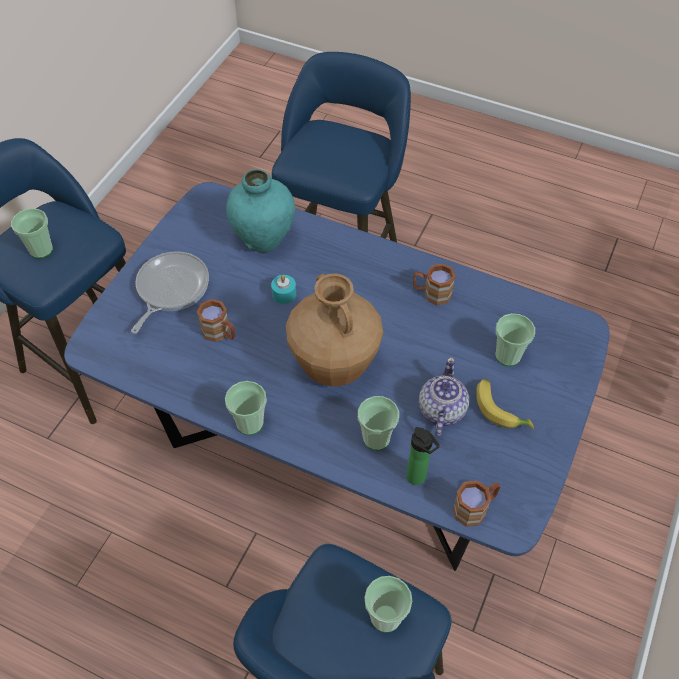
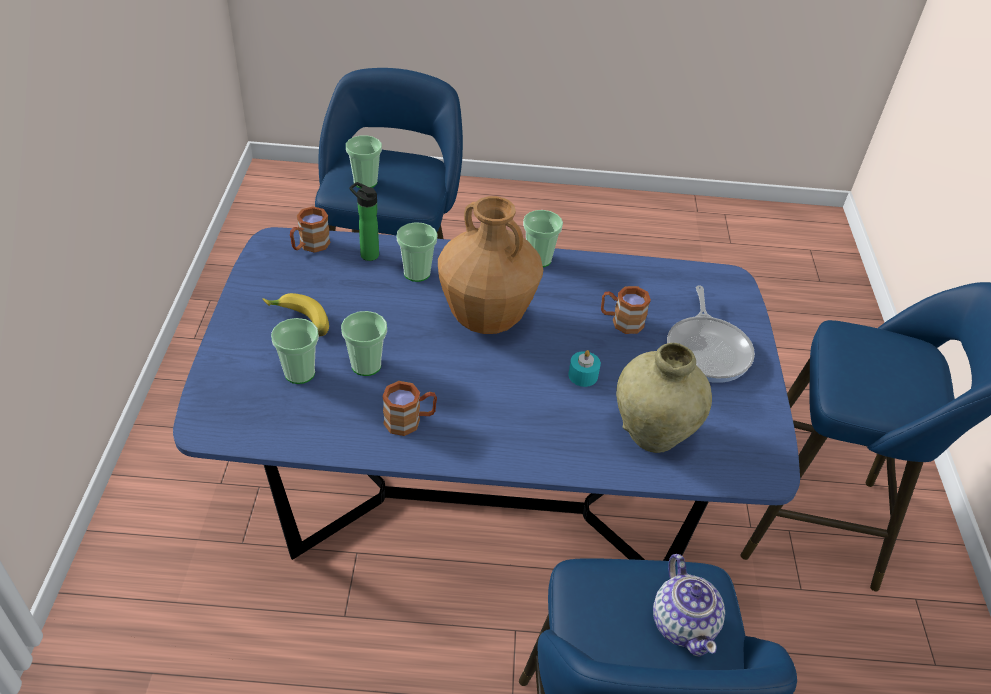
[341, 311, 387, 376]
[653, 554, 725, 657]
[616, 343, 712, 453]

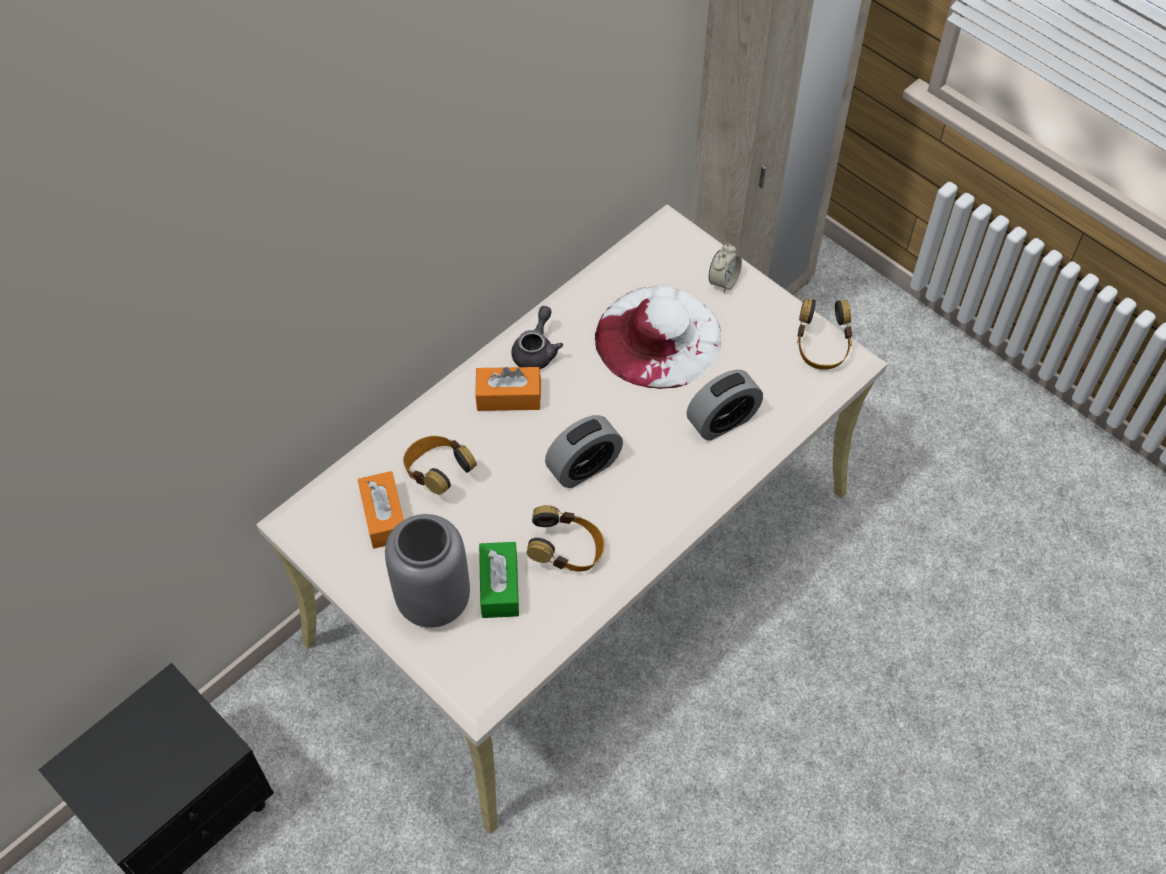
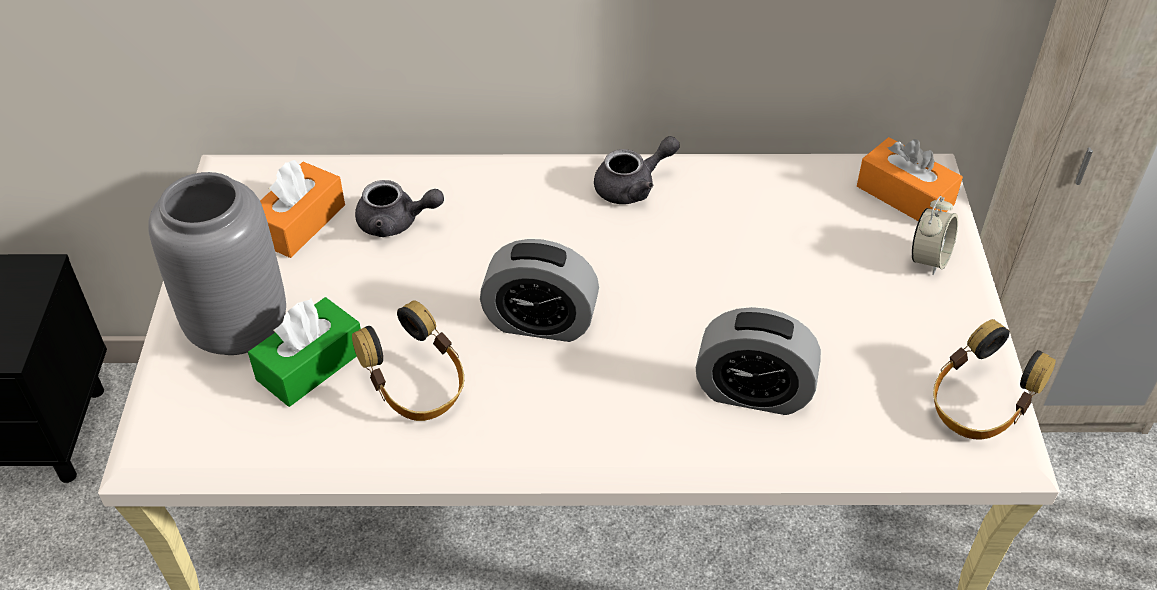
[595, 286, 721, 389] (first image)
[857, 137, 963, 221]
[355, 180, 444, 237]
[912, 196, 958, 275]

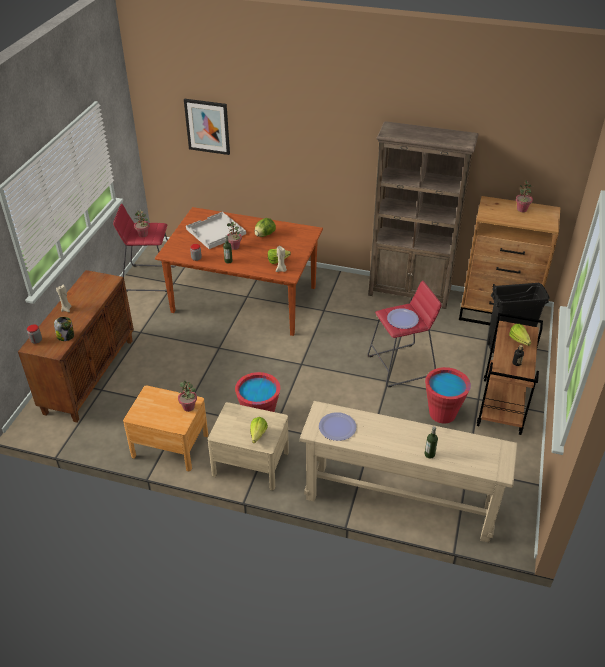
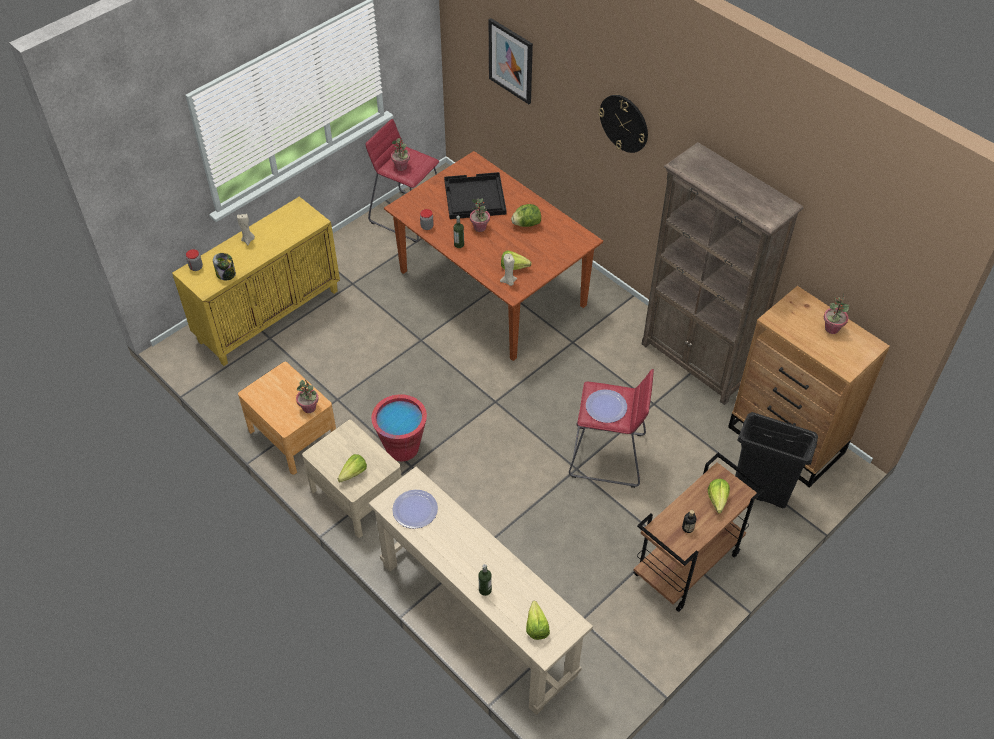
[425, 367, 471, 424] (first image)
[526, 601, 550, 640]
[599, 95, 648, 153]
[172, 197, 340, 366]
[444, 172, 506, 219]

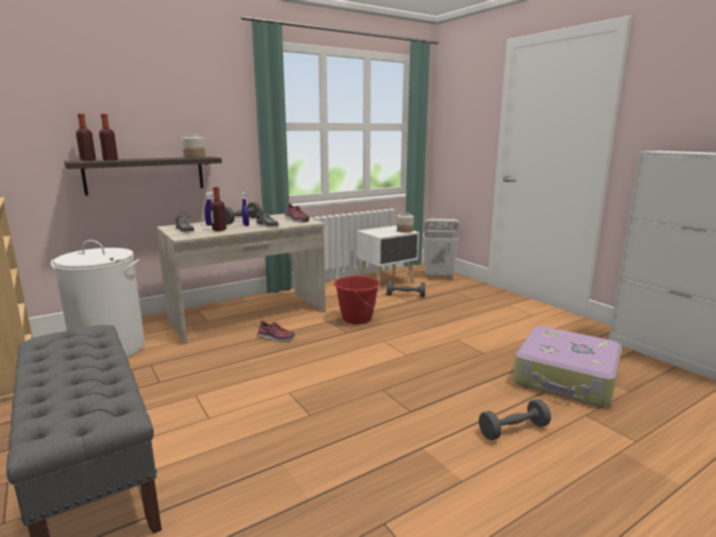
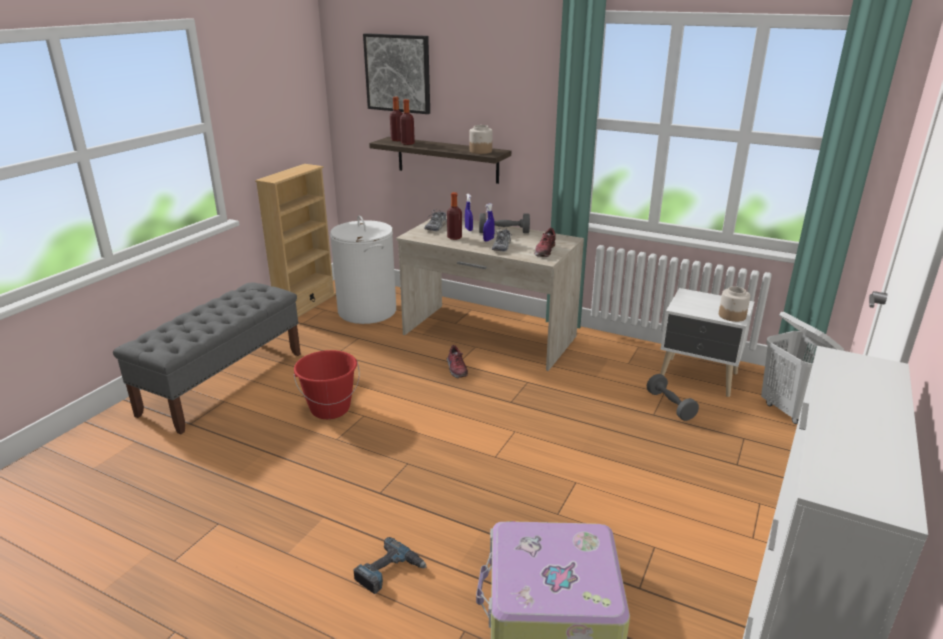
[363, 33, 430, 114]
[294, 350, 360, 419]
[354, 537, 427, 594]

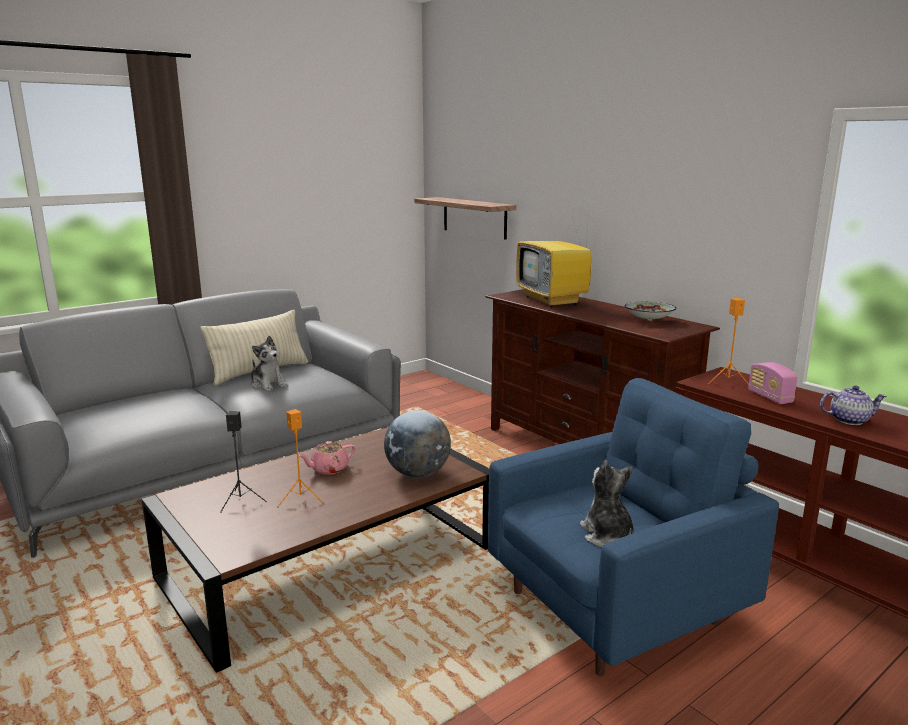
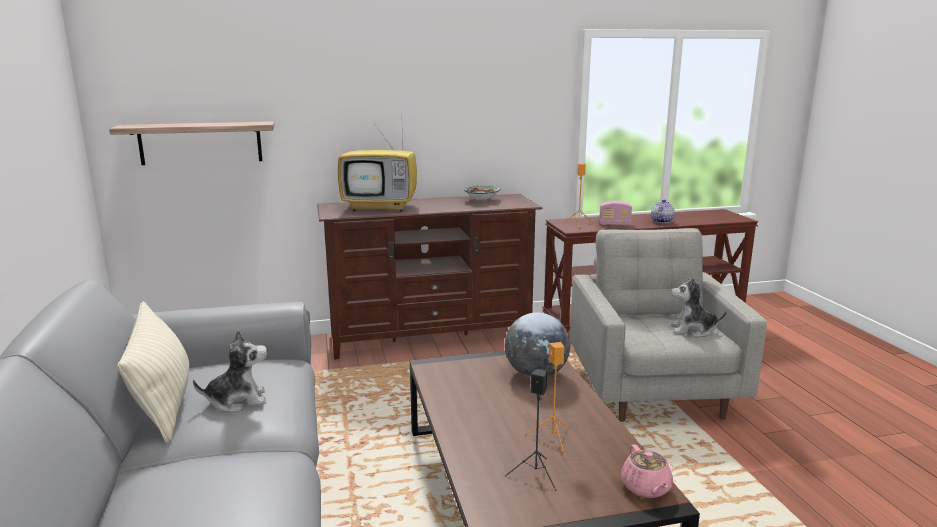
[621, 444, 673, 498]
[570, 228, 767, 422]

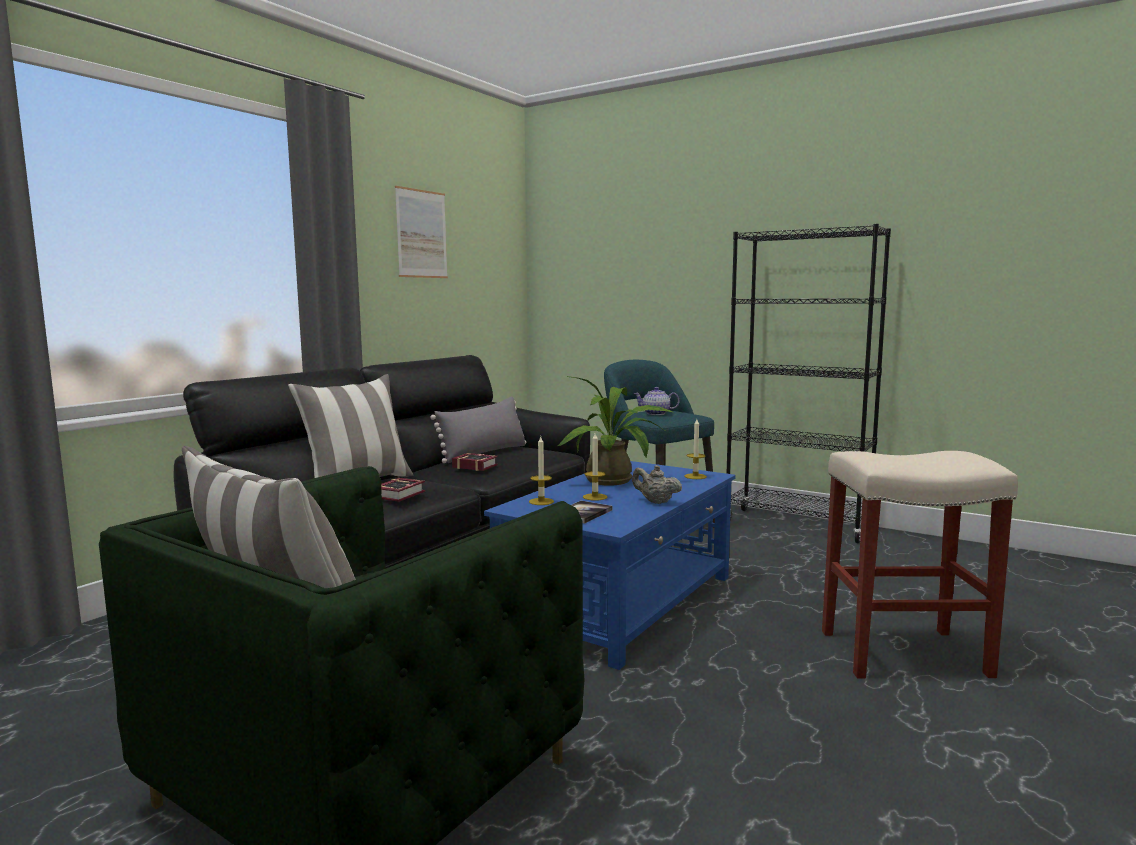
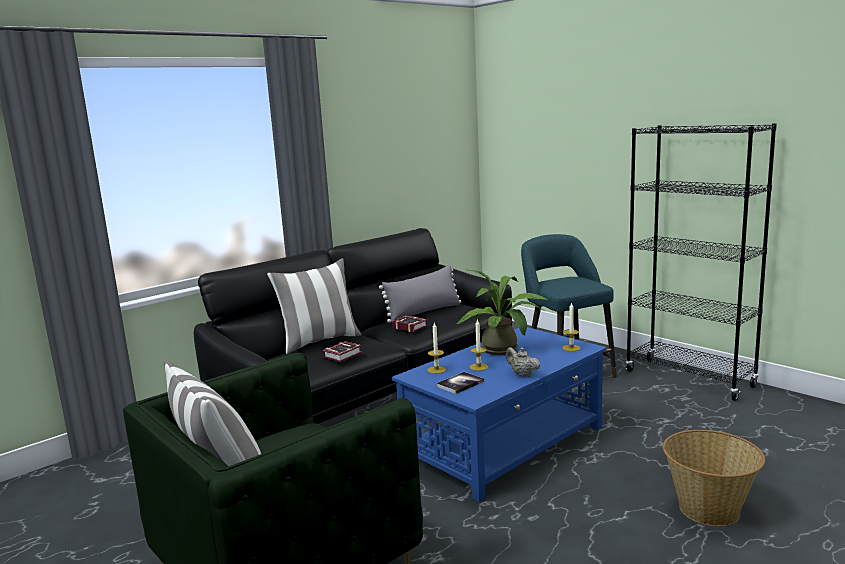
[395, 186, 448, 278] (first image)
[634, 387, 679, 415] (first image)
[663, 430, 765, 526]

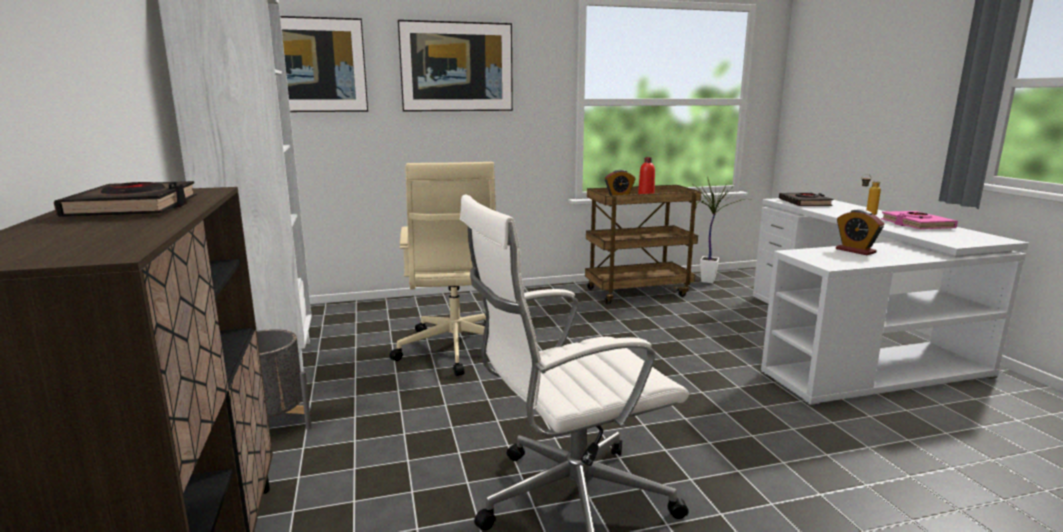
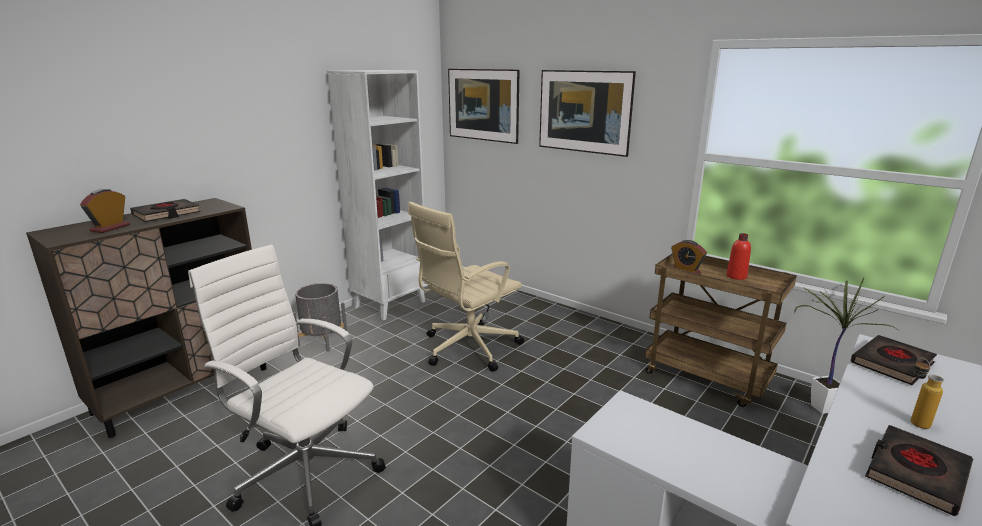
[80, 189, 130, 233]
[865, 425, 973, 516]

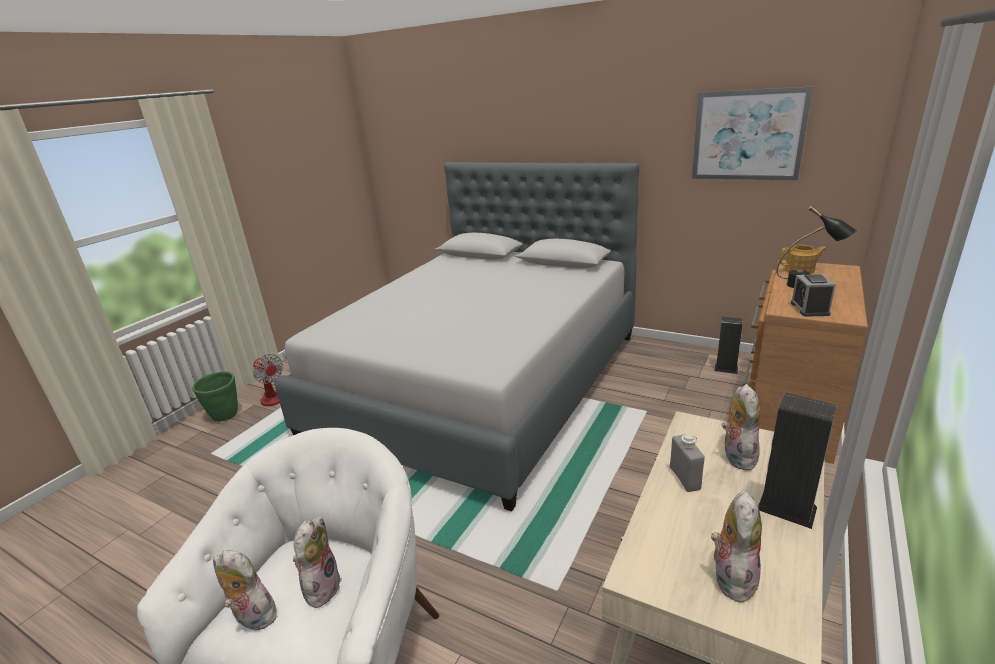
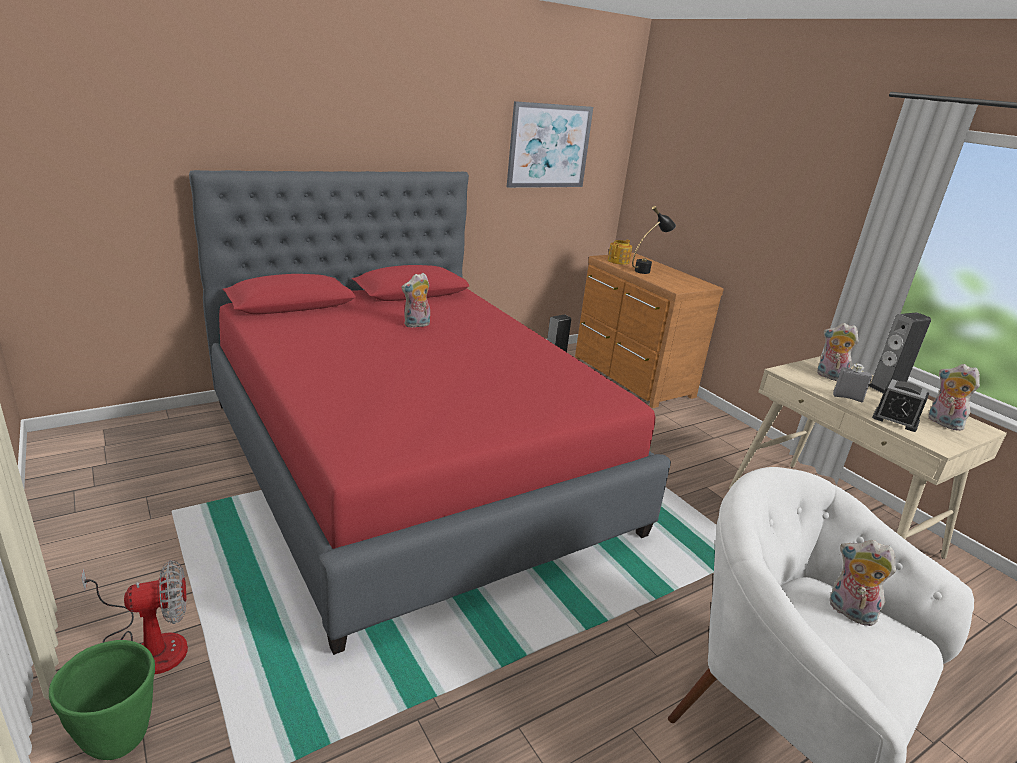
[401, 273, 430, 328]
[872, 379, 929, 432]
[189, 170, 671, 655]

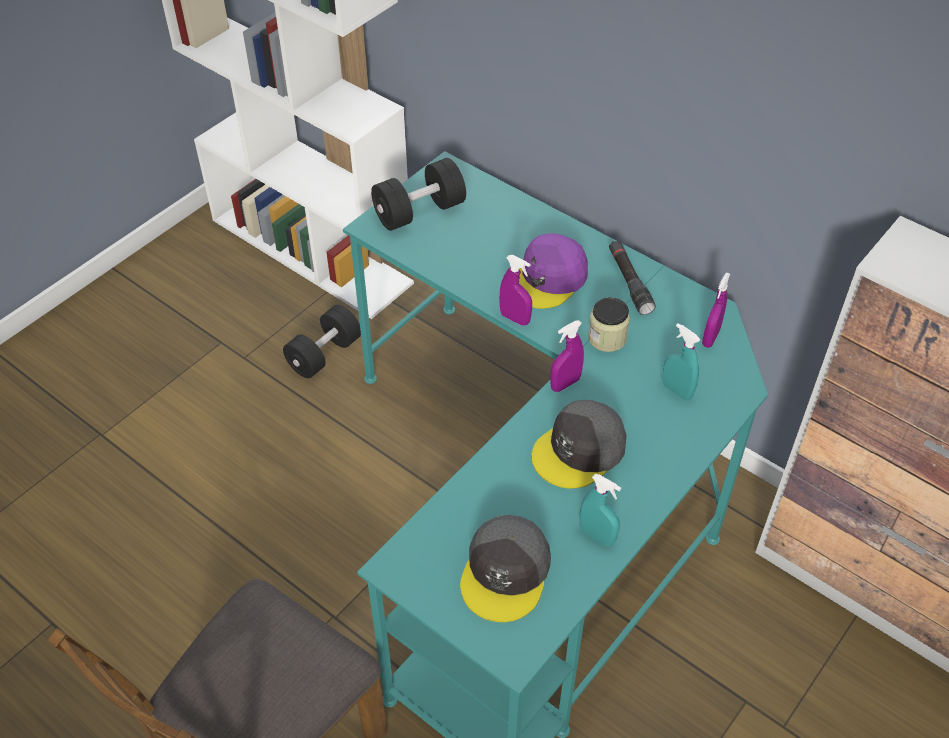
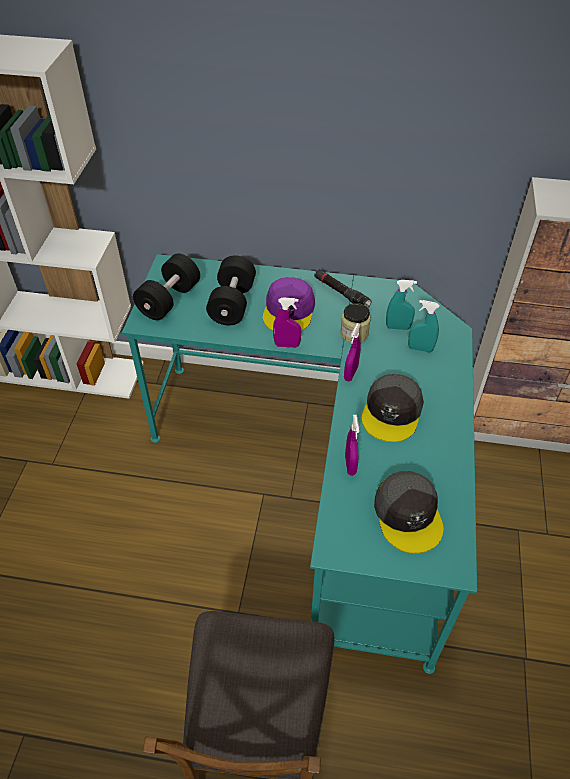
[206, 255, 256, 325]
[386, 280, 417, 330]
[345, 415, 359, 476]

